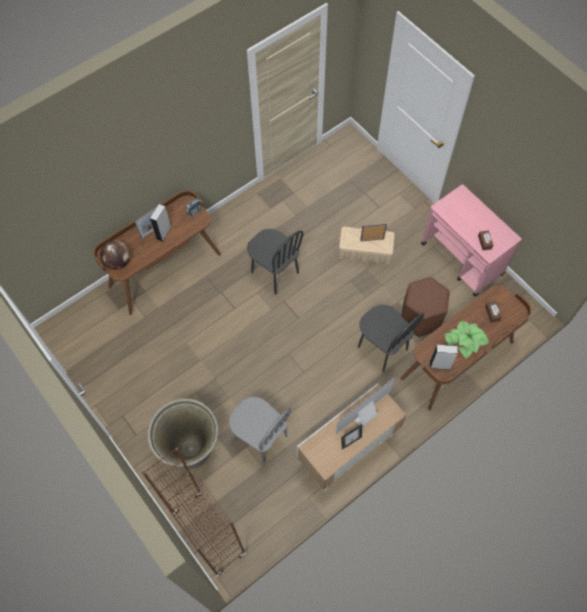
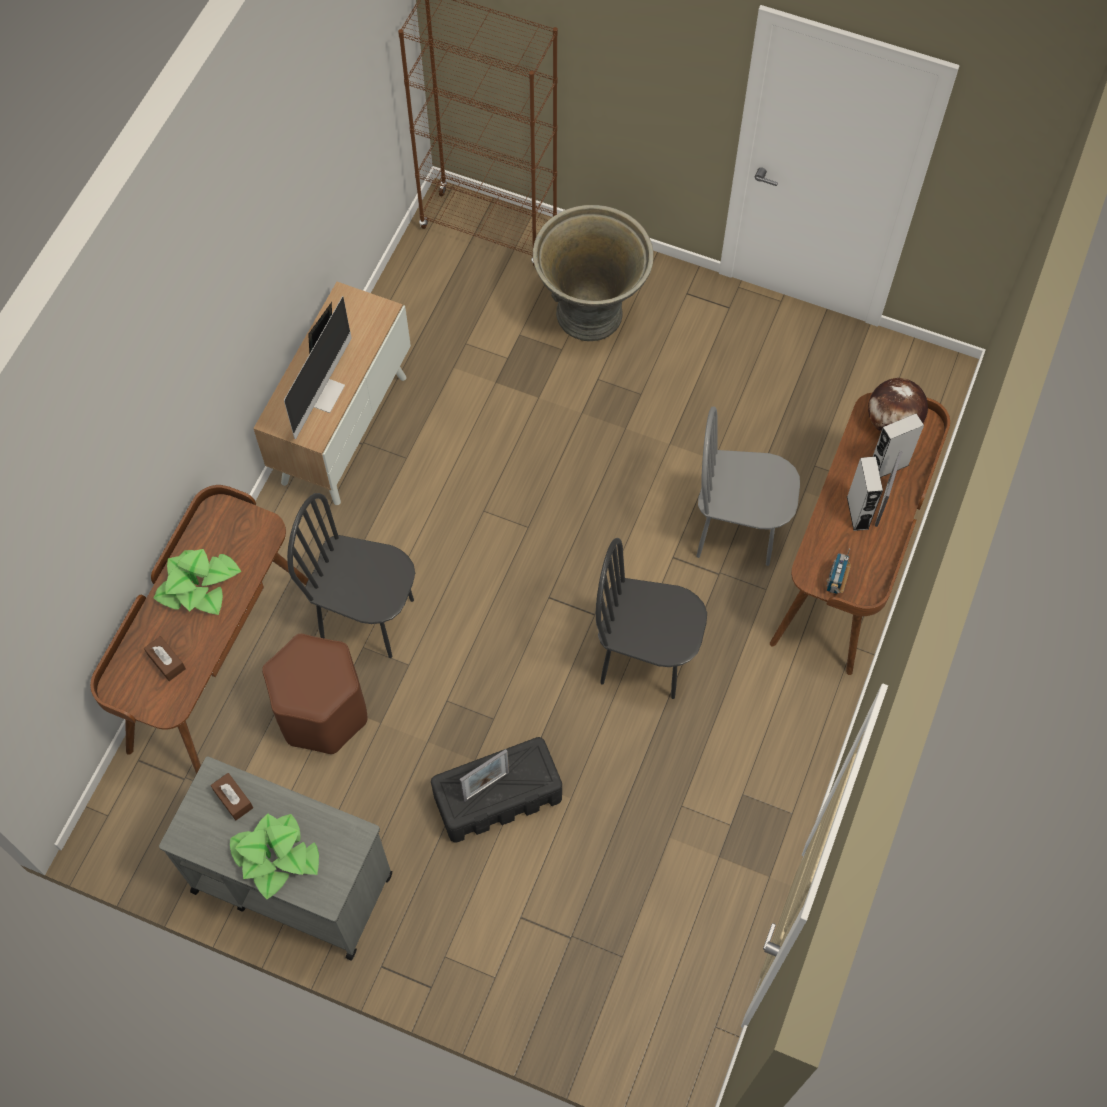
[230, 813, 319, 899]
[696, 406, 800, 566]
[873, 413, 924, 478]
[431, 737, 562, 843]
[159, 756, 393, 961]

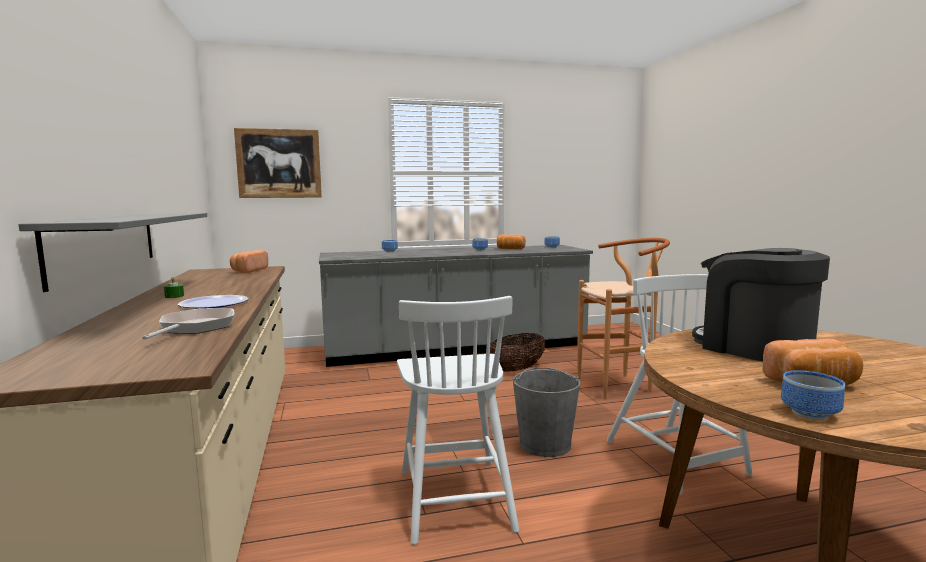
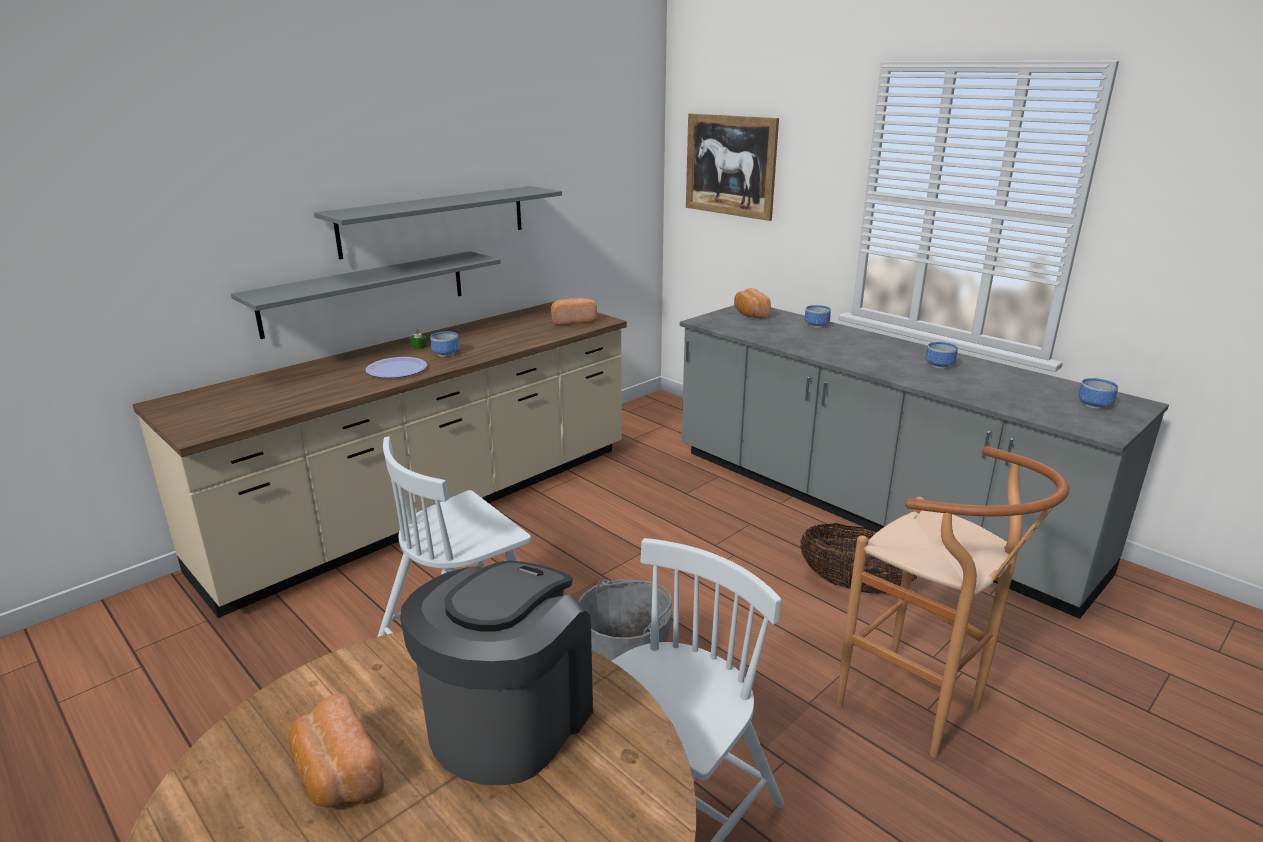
[142, 308, 235, 340] (first image)
[314, 186, 562, 259]
[734, 288, 771, 319]
[430, 331, 460, 357]

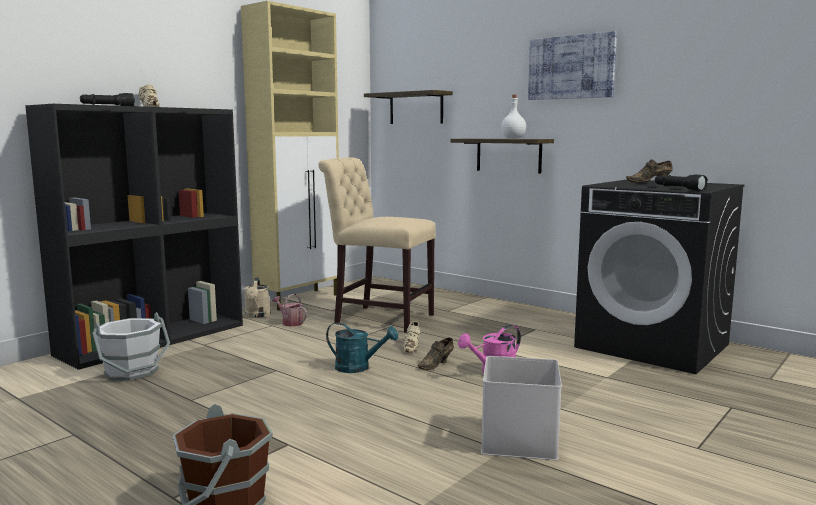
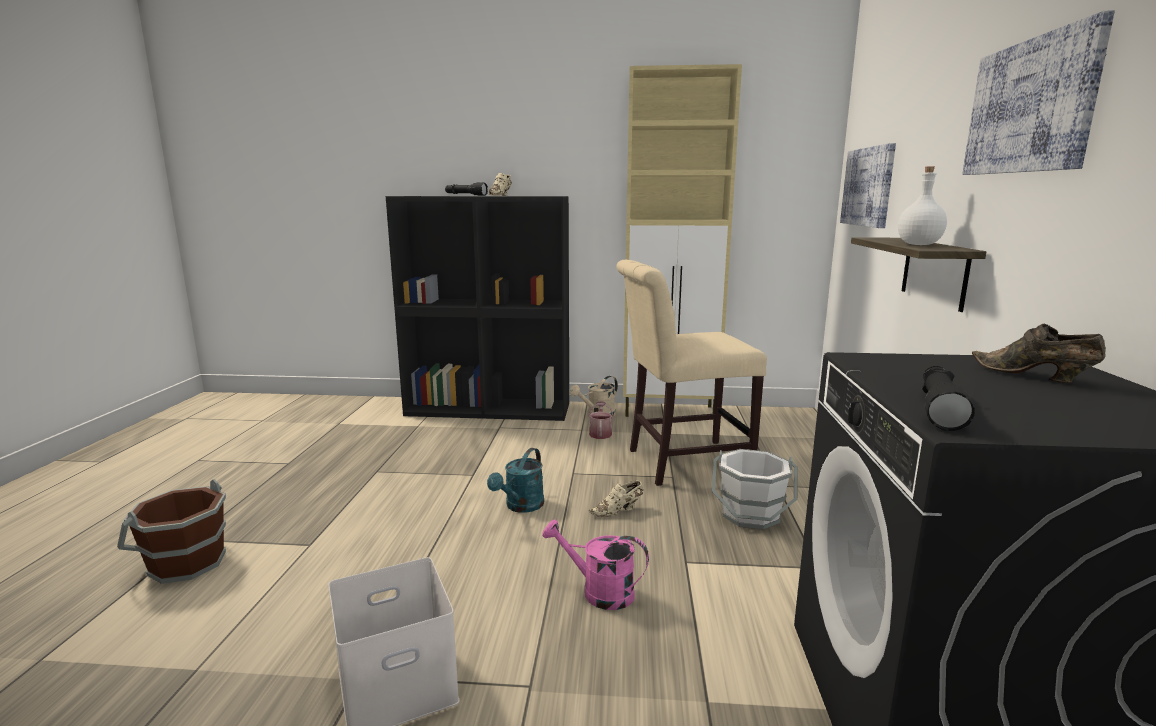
[418, 337, 454, 370] (first image)
[712, 449, 798, 530]
[840, 143, 896, 228]
[616, 260, 767, 486]
[487, 448, 544, 513]

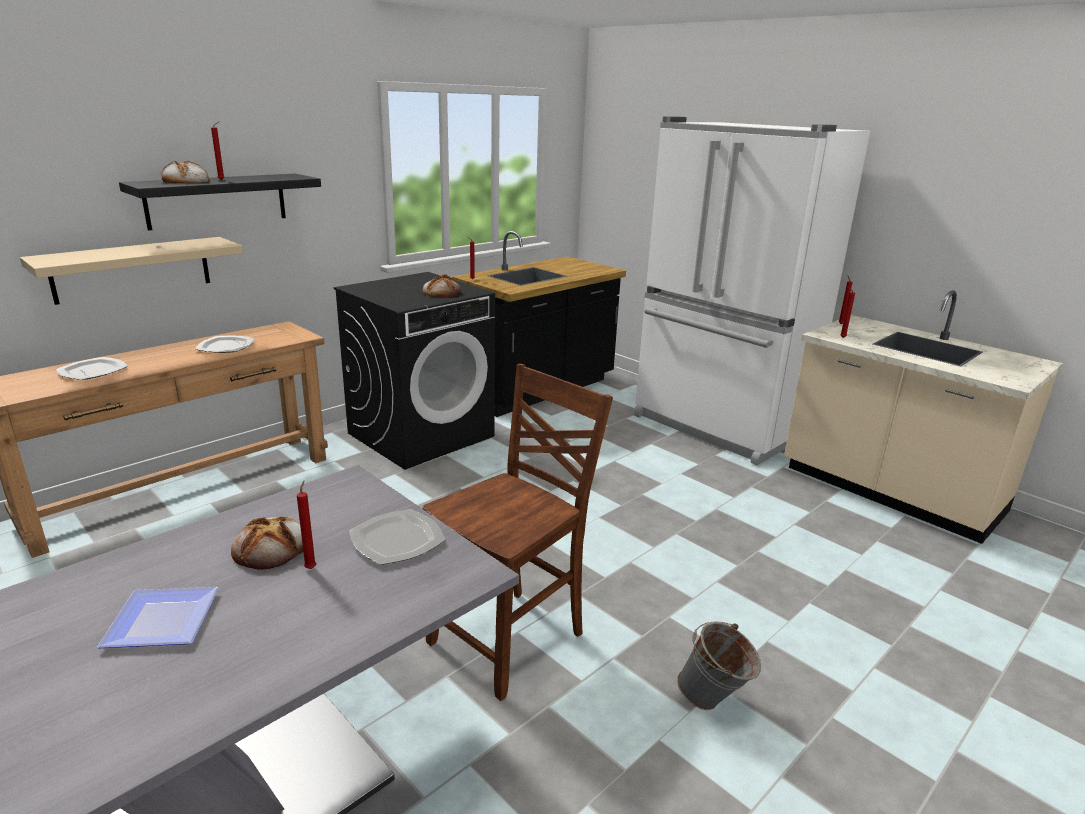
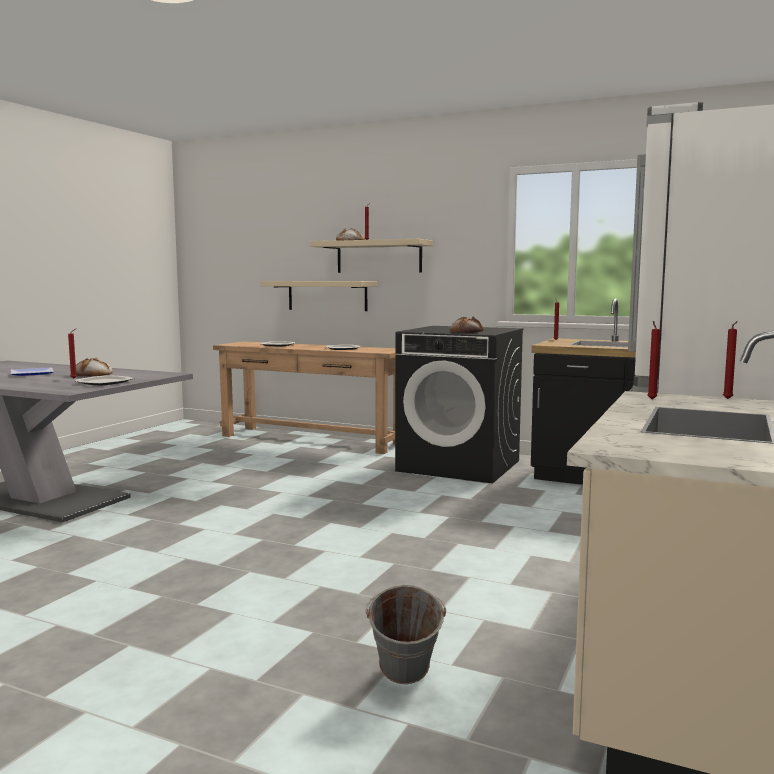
[423, 364, 613, 701] (first image)
[366, 585, 446, 684]
[310, 239, 433, 273]

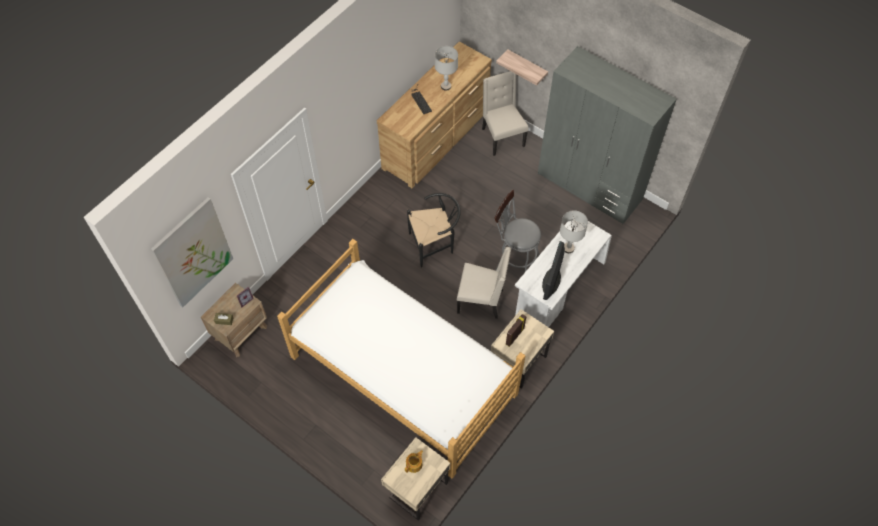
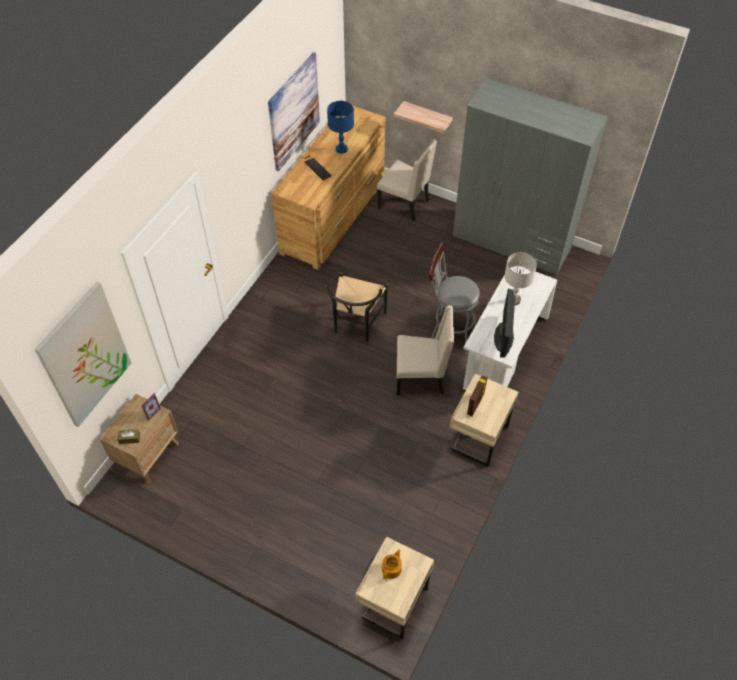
[277, 239, 526, 479] (first image)
[268, 52, 320, 171]
[327, 101, 354, 154]
[327, 272, 388, 342]
[377, 139, 437, 222]

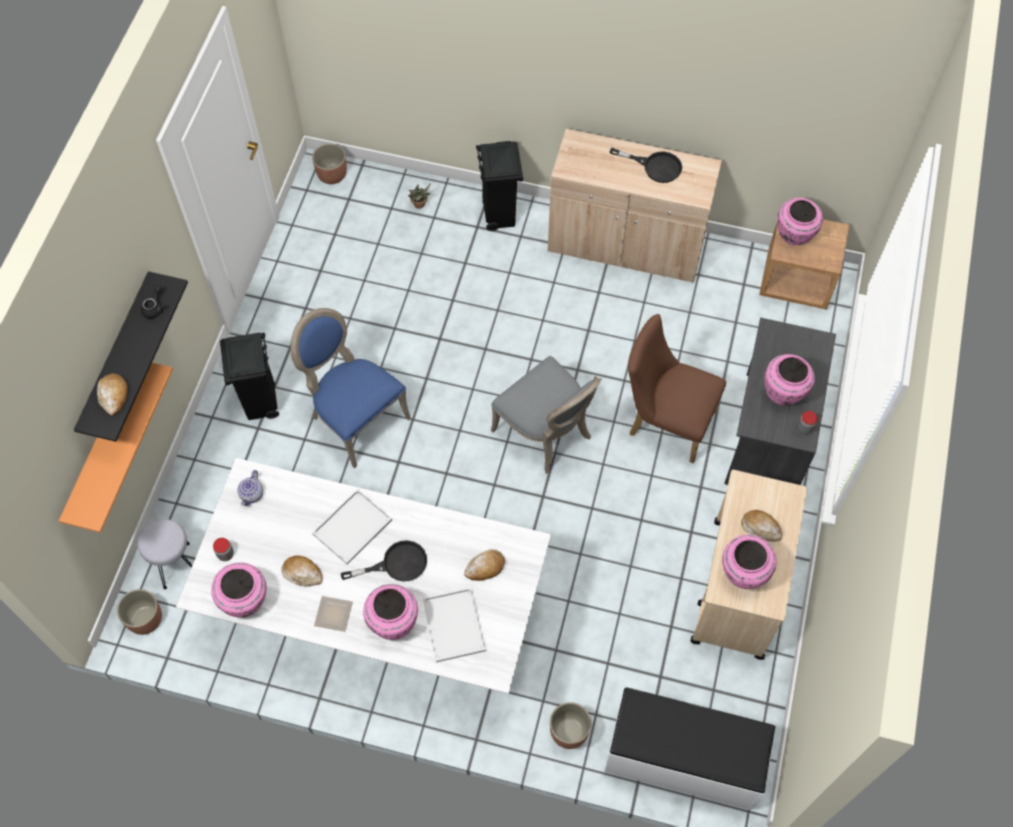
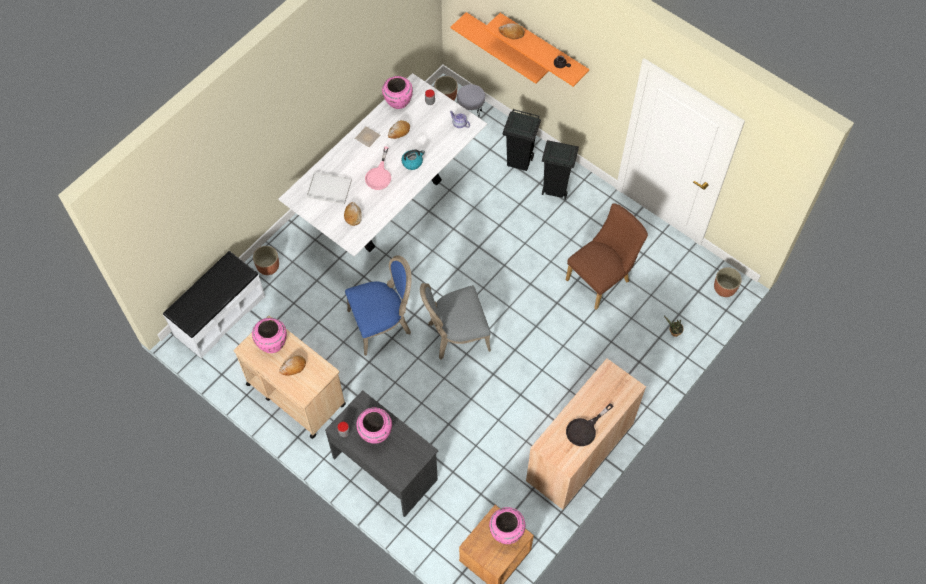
[363, 584, 418, 640] (first image)
[345, 255, 412, 356]
[503, 109, 541, 171]
[566, 203, 648, 310]
[401, 149, 425, 170]
[484, 13, 589, 87]
[365, 147, 391, 190]

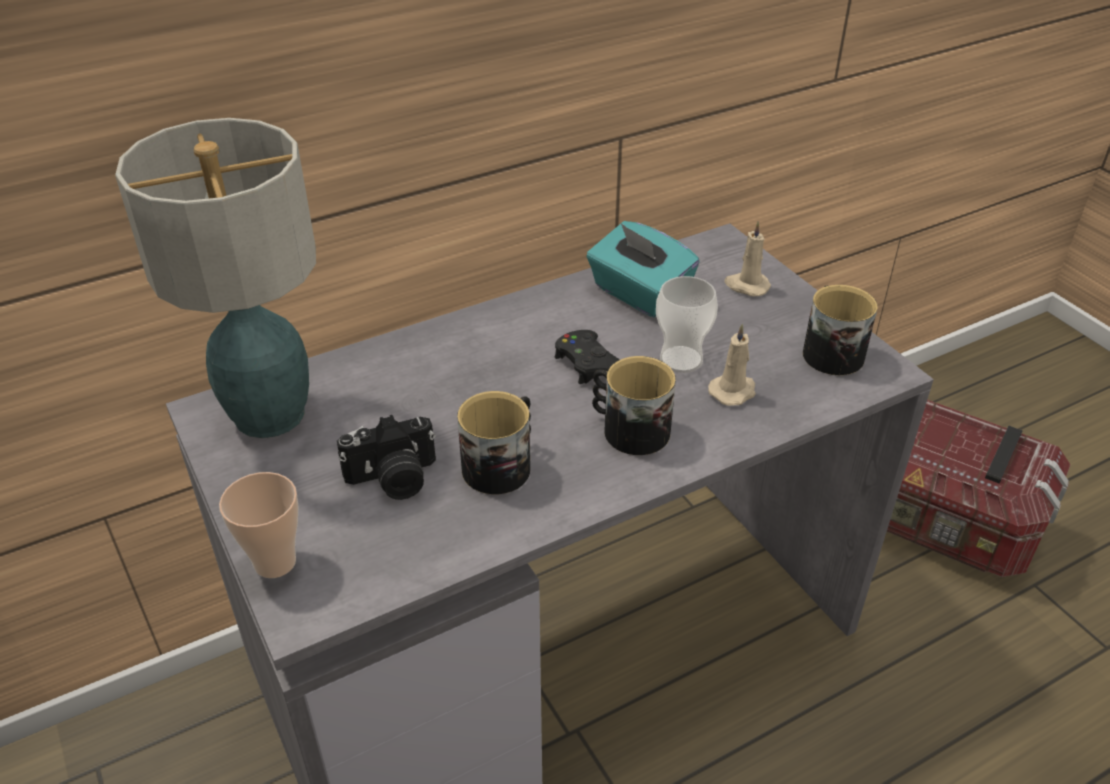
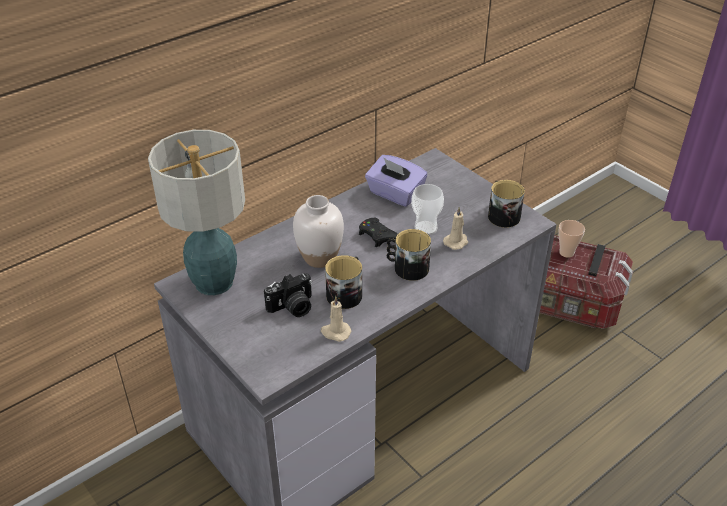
[293, 195, 344, 268]
[558, 220, 585, 258]
[321, 296, 351, 342]
[365, 155, 428, 207]

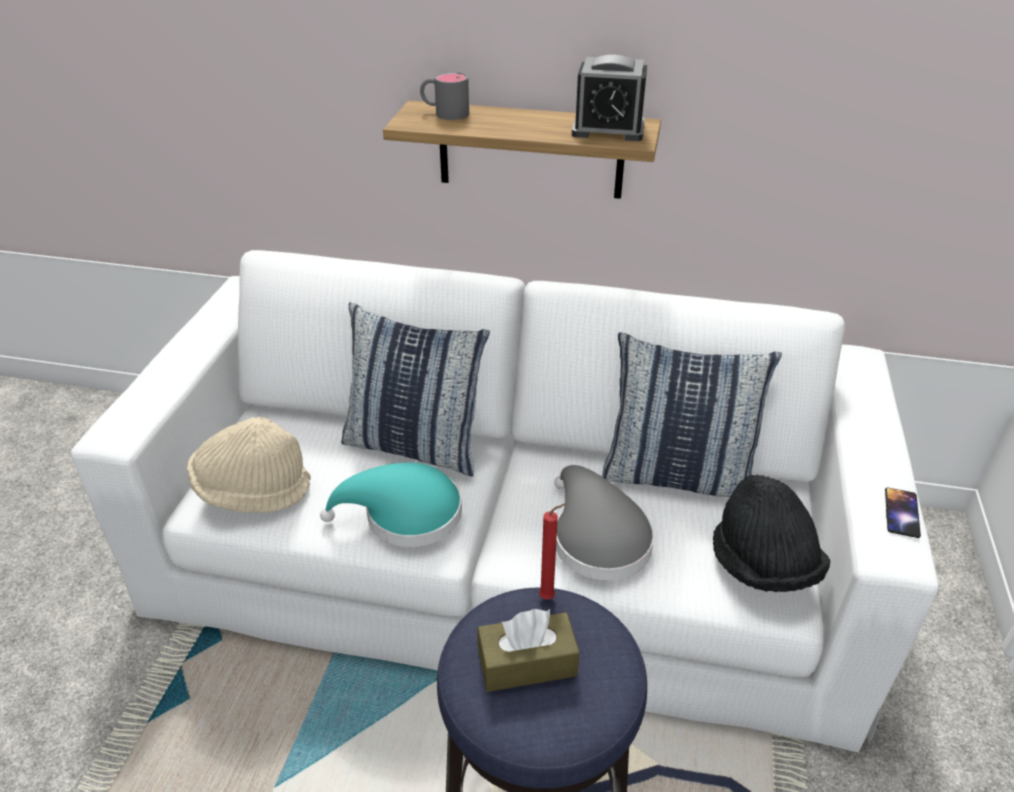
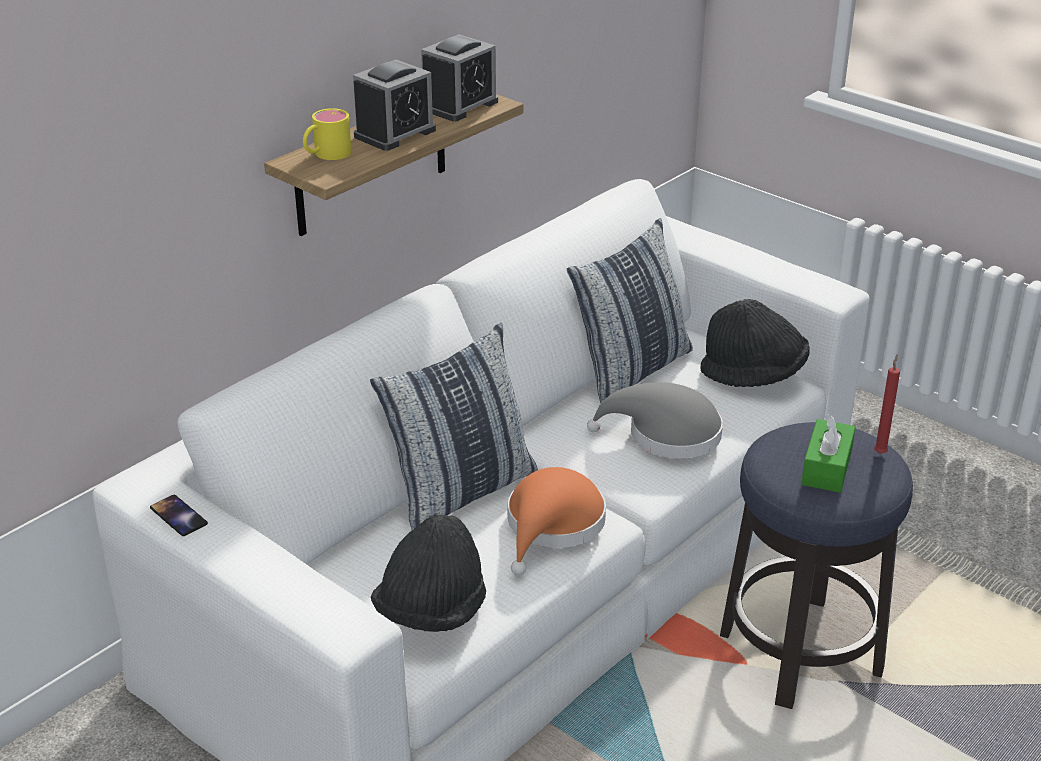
[353, 60, 436, 151]
[874, 355, 900, 454]
[150, 495, 208, 536]
[371, 514, 486, 632]
[508, 467, 606, 575]
[303, 108, 352, 160]
[801, 414, 856, 493]

